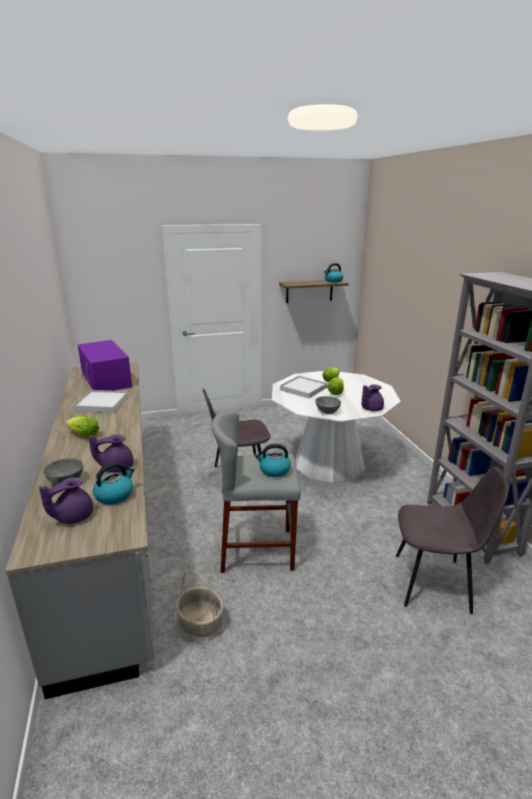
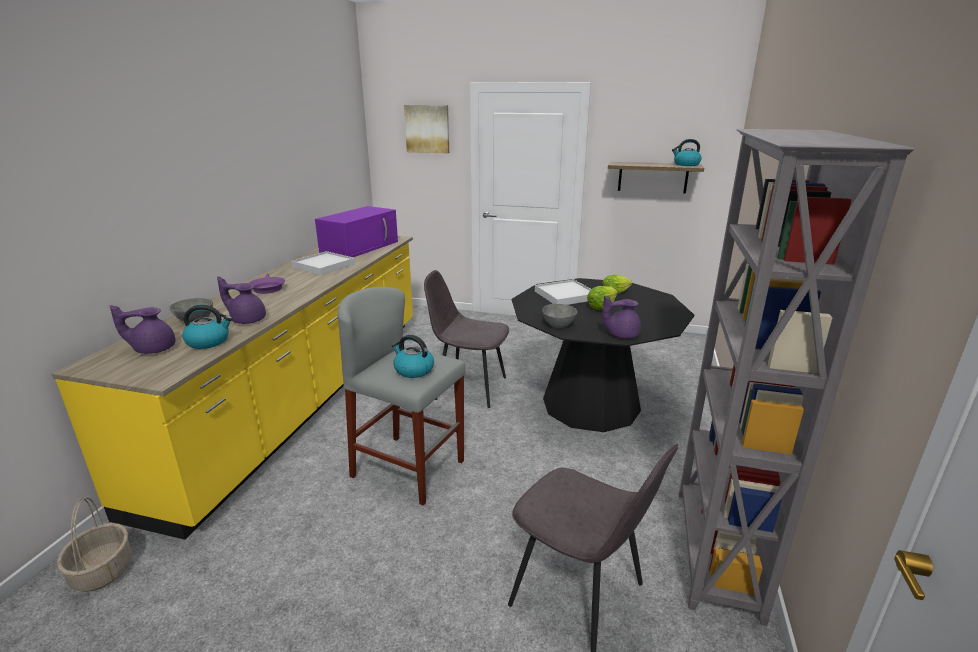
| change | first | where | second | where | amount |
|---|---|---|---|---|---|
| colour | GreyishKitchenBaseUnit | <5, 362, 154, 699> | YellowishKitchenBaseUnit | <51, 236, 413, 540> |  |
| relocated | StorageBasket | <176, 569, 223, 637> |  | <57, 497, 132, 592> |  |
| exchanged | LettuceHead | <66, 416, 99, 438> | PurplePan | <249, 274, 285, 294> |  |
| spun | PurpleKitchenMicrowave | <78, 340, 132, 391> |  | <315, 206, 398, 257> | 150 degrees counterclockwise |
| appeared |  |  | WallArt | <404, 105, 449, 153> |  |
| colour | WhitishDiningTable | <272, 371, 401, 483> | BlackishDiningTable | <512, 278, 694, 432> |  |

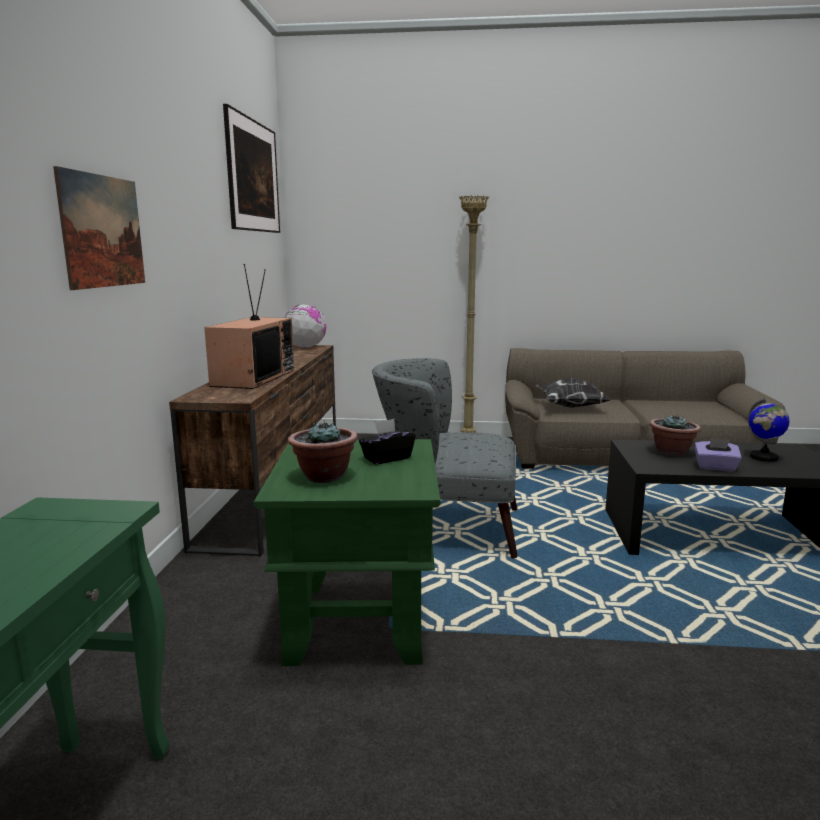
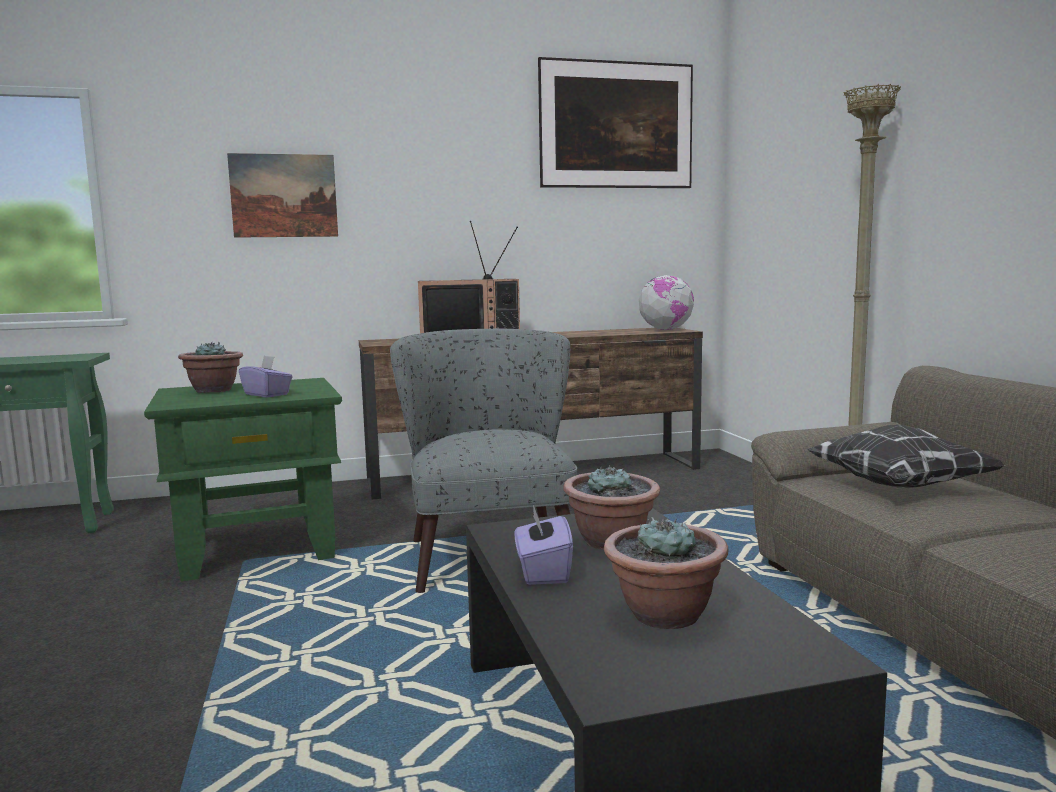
| change | first | where | second | where | amount |
|---|---|---|---|---|---|
| colour | BlackishTissueBox | <359, 419, 416, 464> | PurpleTissueBox | <239, 356, 293, 397> |  |
| exchanged | DeskGlobe | <748, 398, 790, 462> | PottedPlant | <604, 517, 728, 629> |  |

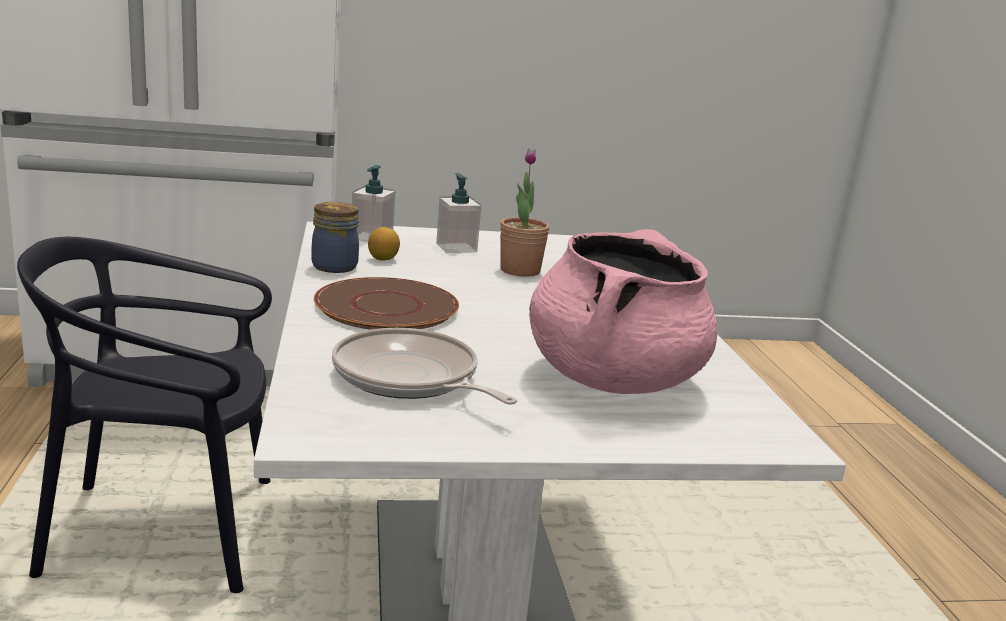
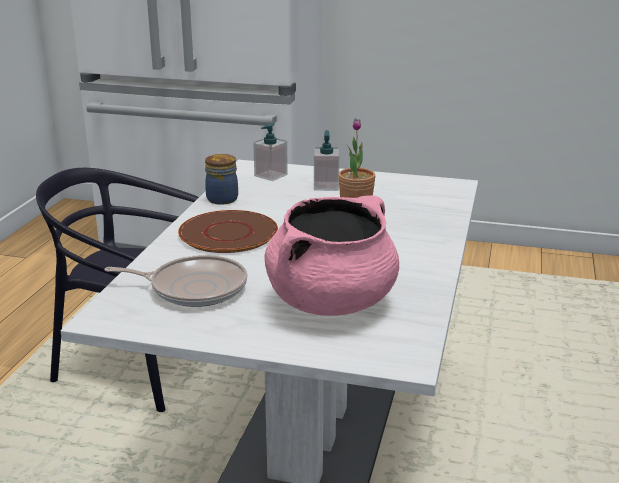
| change | first | where | second | where | amount |
|---|---|---|---|---|---|
| spun | Pan | <332, 328, 517, 405> |  | <105, 255, 248, 307> | 120 degrees clockwise |
| missing | Lemon | <368, 227, 400, 261> |  |  |  |

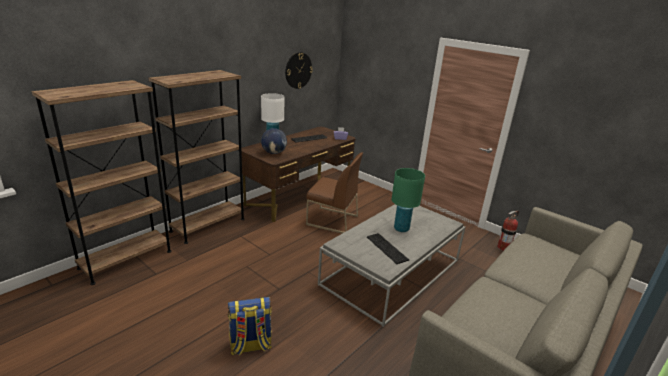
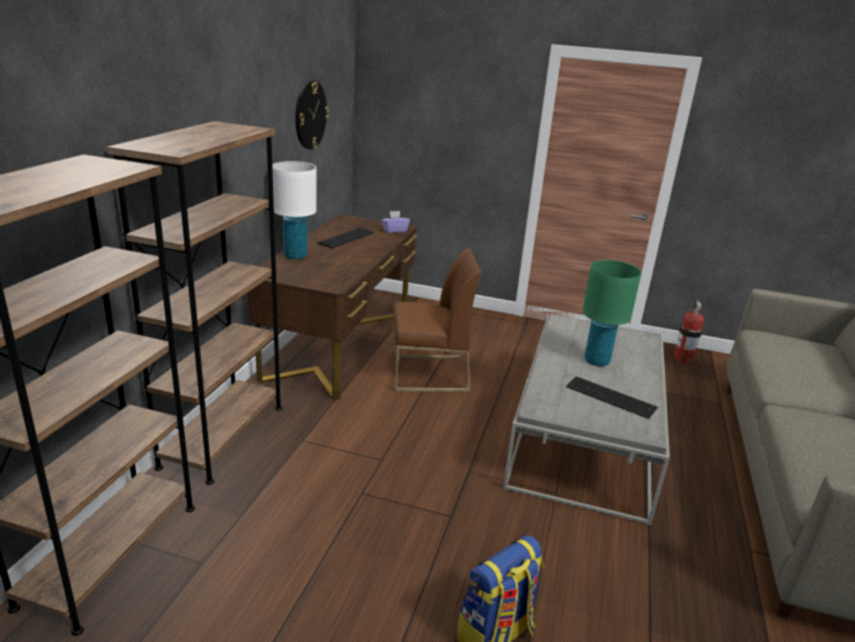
| change | first | where | second | where | amount |
|---|---|---|---|---|---|
| missing | DeskGlobe | <261, 128, 287, 154> |  |  |  |

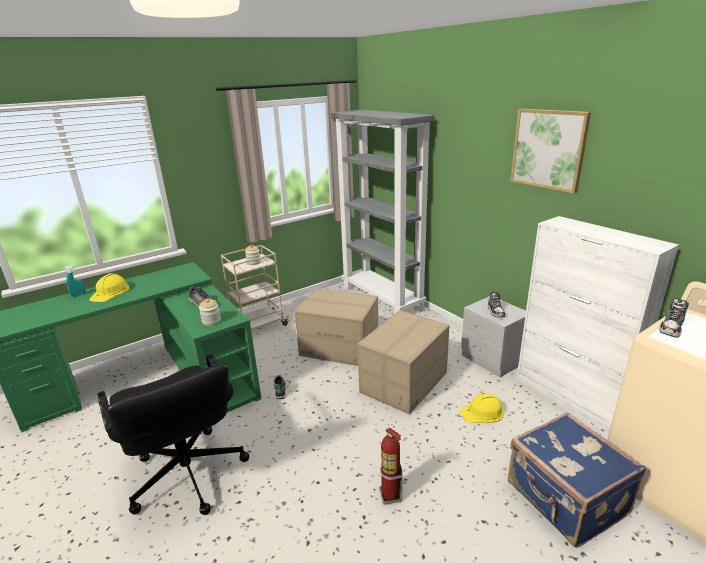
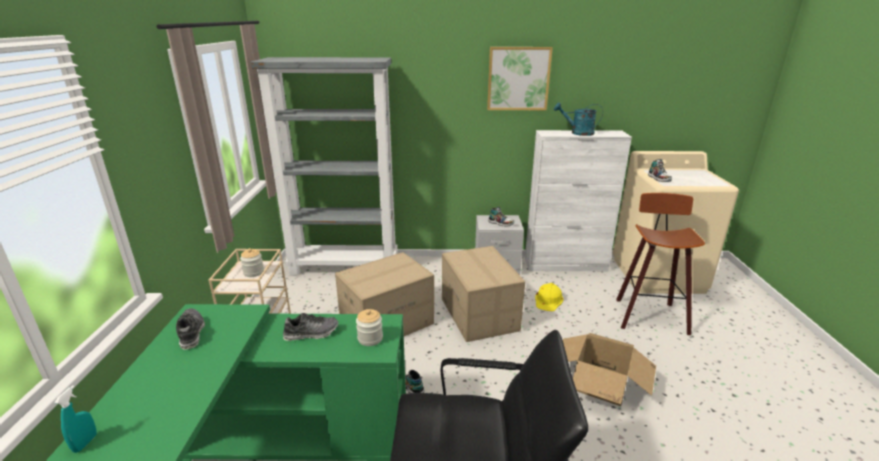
| change | first | where | second | where | amount |
|---|---|---|---|---|---|
| appeared |  |  | Shoe | <176, 308, 205, 349> |  |
| appeared |  |  | BlueGreenWateringCan | <554, 102, 603, 136> |  |
| exchanged | FireExtinguisher | <379, 428, 403, 505> | Carton | <563, 333, 656, 406> |  |
| exchanged | BlueSuitcase | <508, 412, 646, 548> | SittingStool | <616, 193, 705, 335> |  |
| missing | YellowishWorkHelmet | <89, 273, 129, 302> |  |  |  |

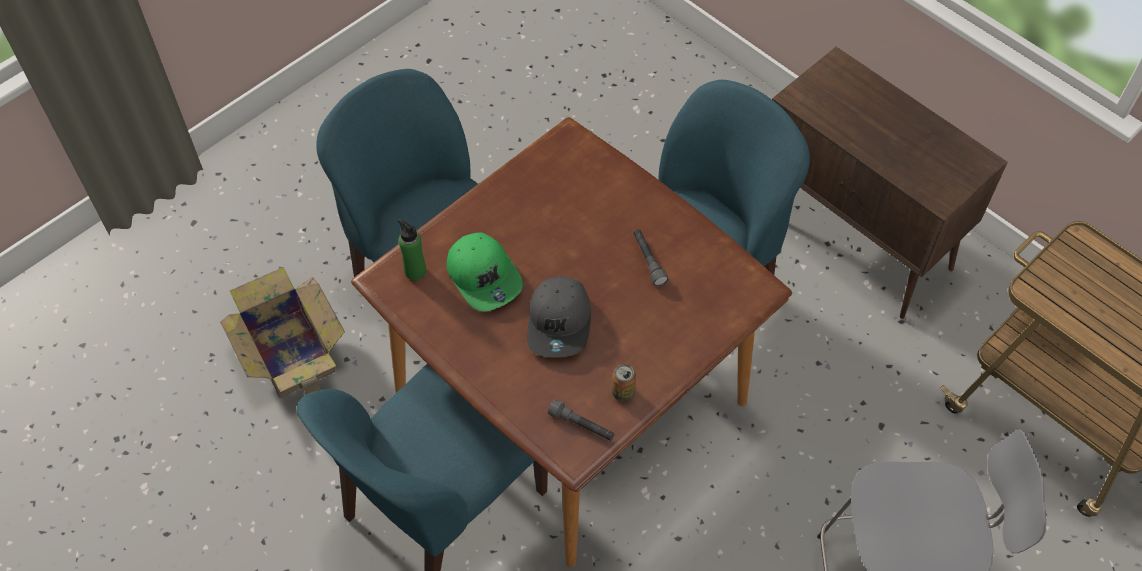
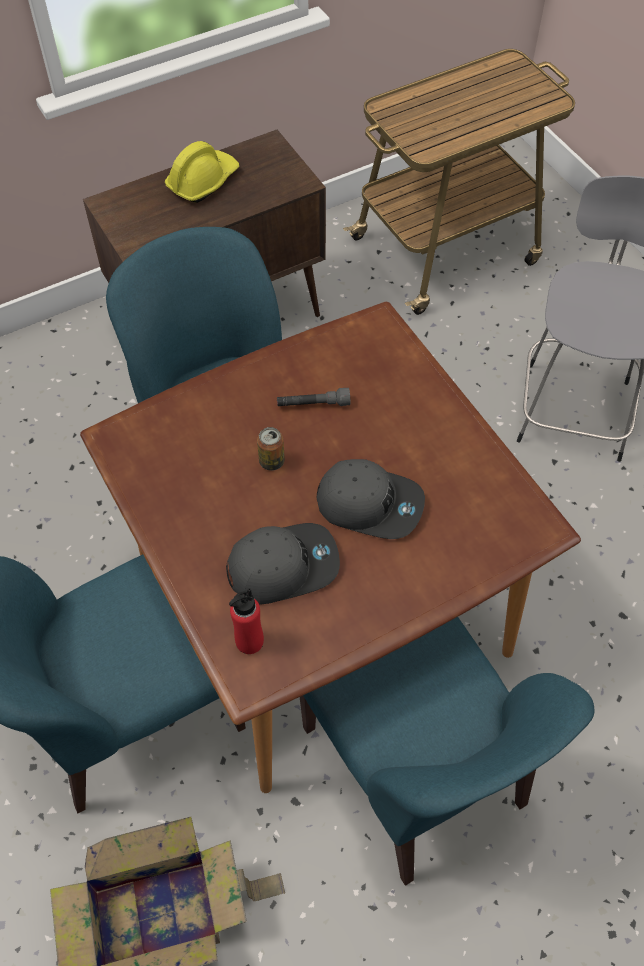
| change | first | where | second | where | amount |
|---|---|---|---|---|---|
| appeared |  |  | YellowishWorkHelmet | <165, 141, 239, 203> |  |
| colour | GreenBaseballCap | <447, 232, 523, 312> | GreyishBaseballCap | <226, 523, 340, 605> |  |
| colour | GreenDrinkBottle | <397, 219, 426, 280> | ReddishDrinkBottle | <229, 588, 264, 654> |  |
| relocated | Can | <612, 364, 636, 402> |  | <257, 427, 285, 471> |  |
| missing | GreyishTorch | <548, 399, 614, 441> |  |  |  |

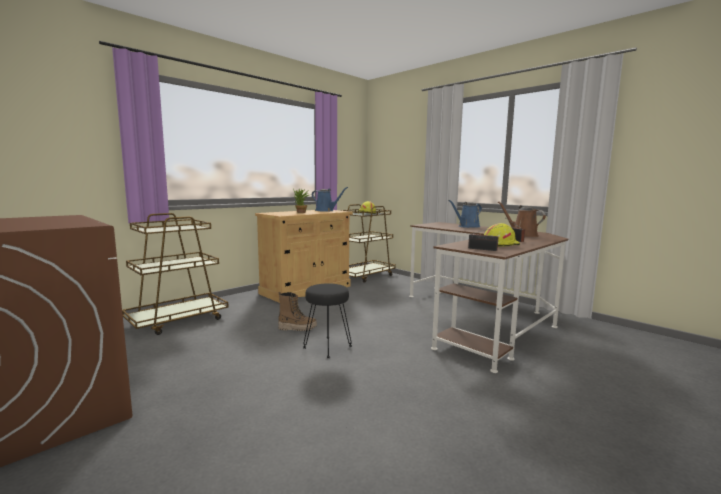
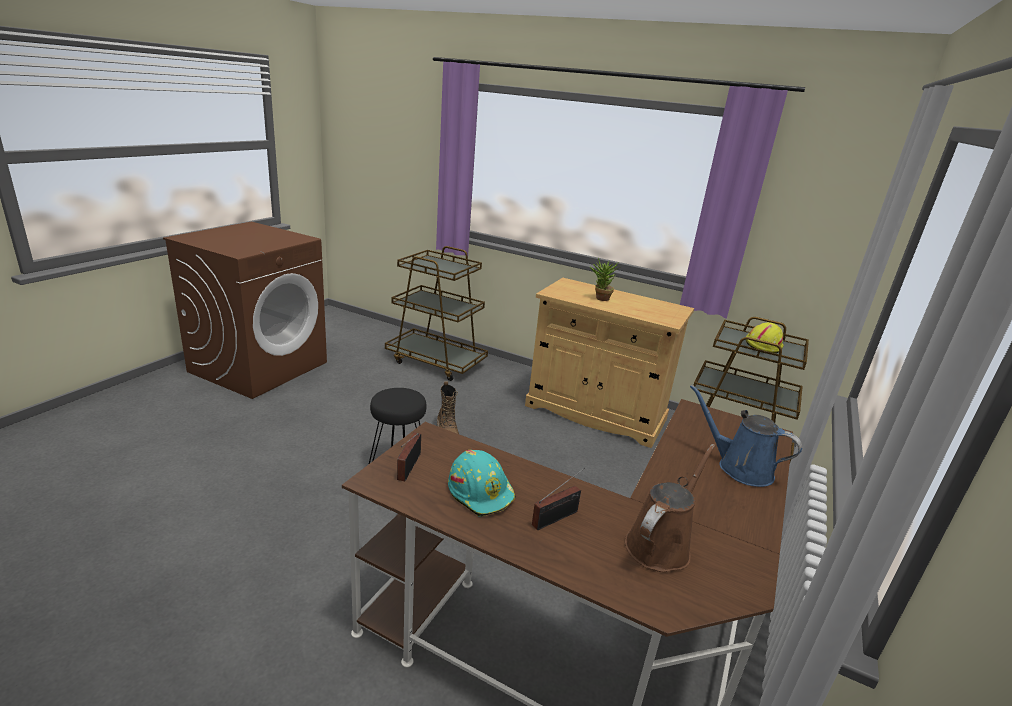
| change | first | where | second | where | amount |
|---|---|---|---|---|---|
| colour | YellowishWorkHelmet | <484, 223, 520, 247> | BlueGreenWorkHelmet | <448, 450, 516, 517> |  |
| missing | BlueWateringCan | <312, 187, 348, 212> |  |  |  |

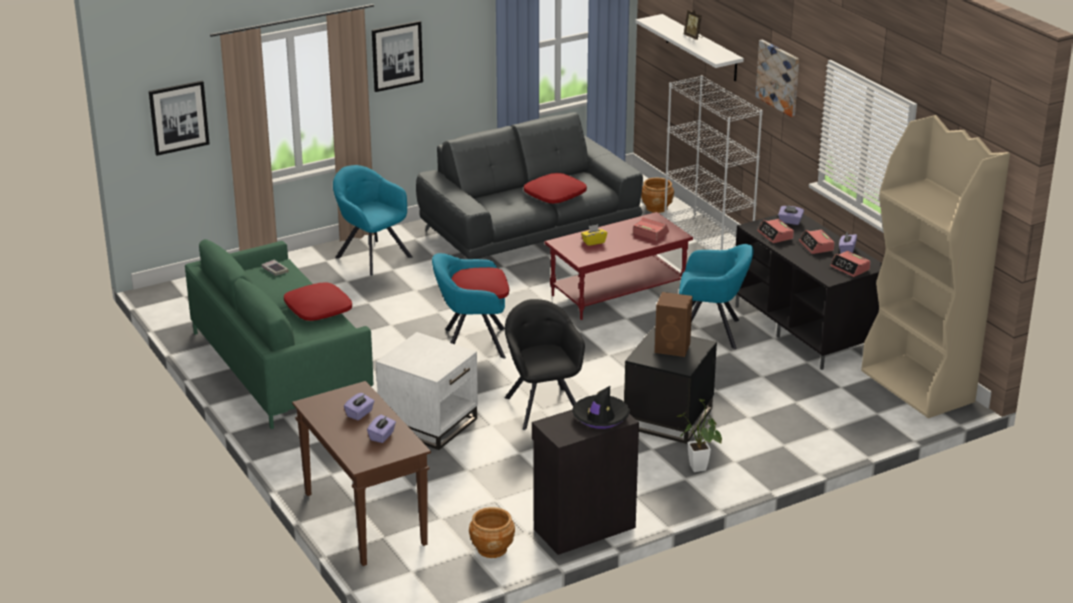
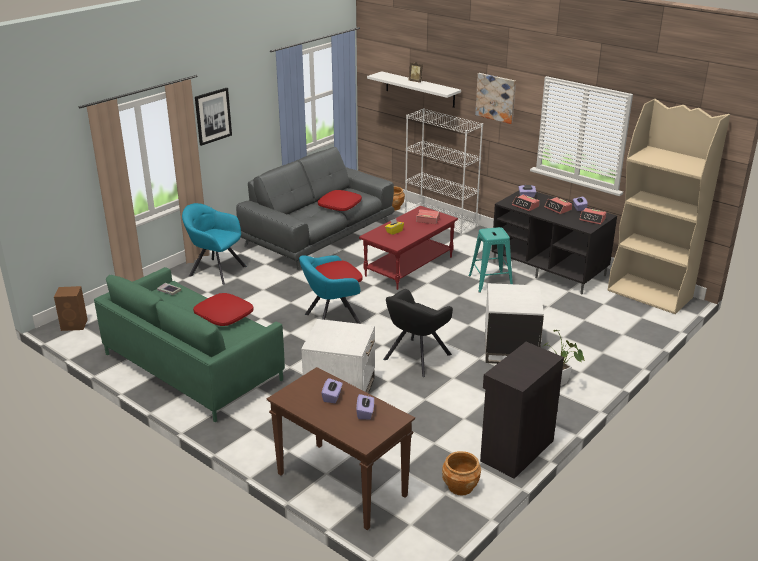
| change | first | where | second | where | amount |
|---|---|---|---|---|---|
| relocated | BrownishSpeaker | <655, 292, 693, 357> |  | <54, 286, 88, 331> |  |
| spun | BlackishEasyChair | <505, 299, 585, 430> |  | <383, 289, 453, 377> | 105 degrees counterclockwise |
| exchanged | BlueGreenEasyChair | <679, 244, 754, 349> | BlueGreenSittingStool | <468, 227, 513, 293> |  |
| colour | BlackishAccentTable | <624, 327, 717, 444> | WhitishAccentTable | <485, 283, 544, 364> |  |
| missing | WallArt | <149, 81, 210, 156> |  |  |  |
| missing | BlackishHat | <572, 386, 630, 429> |  |  |  |

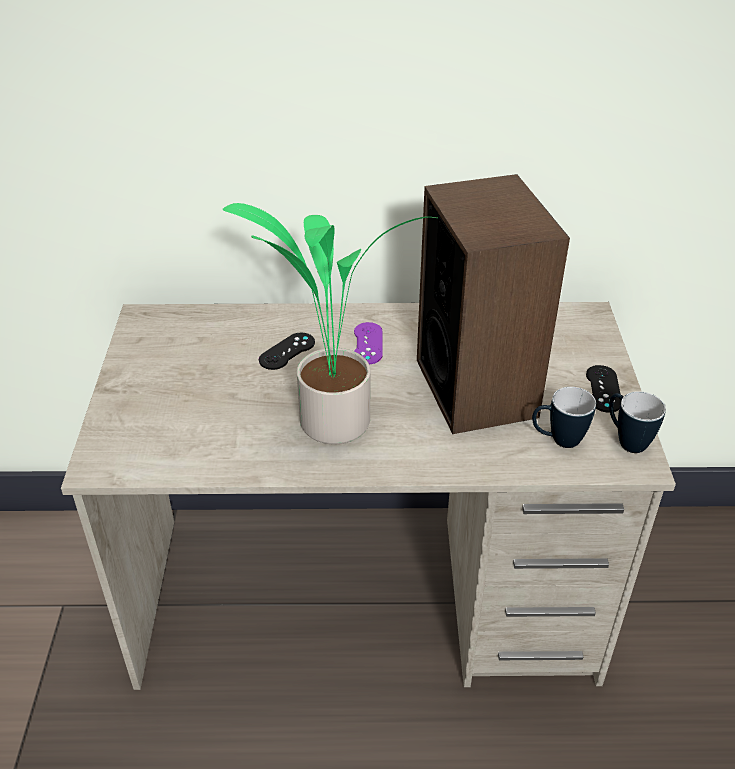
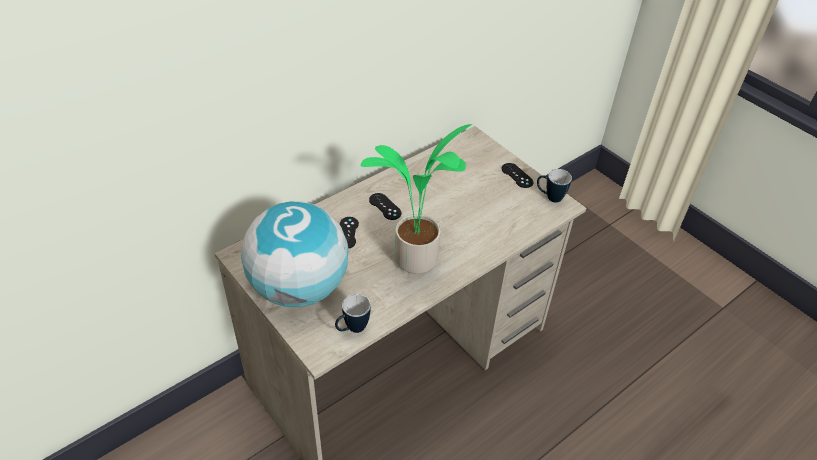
| change | first | where | second | where | amount |
|---|---|---|---|---|---|
| appeared |  |  | DeskGlobe | <241, 201, 349, 307> |  |
| relocated | TeaMug | <532, 387, 596, 448> |  | <335, 294, 371, 333> |  |
| colour | PurpleGameController | <354, 322, 383, 364> | BlackishGameController | <369, 193, 402, 220> |  |
| missing | Speaker | <417, 174, 570, 434> |  |  |  |

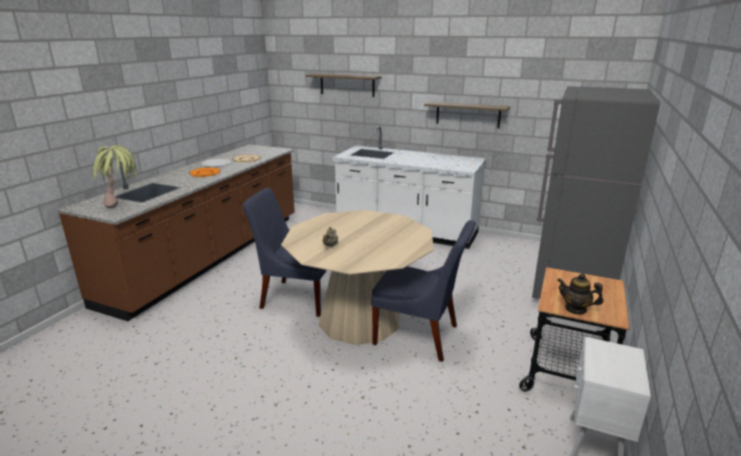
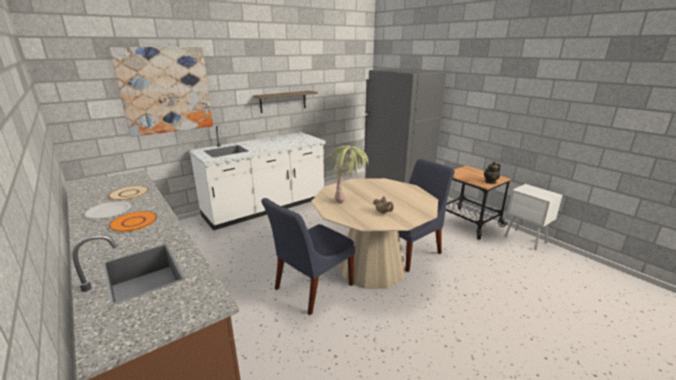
| change | first | where | second | where | amount |
|---|---|---|---|---|---|
| exchanged | WallShelf | <306, 73, 382, 97> | WallArt | <109, 47, 213, 137> |  |
| relocated | PottedPlant | <90, 145, 138, 208> |  | <331, 145, 369, 203> |  |

